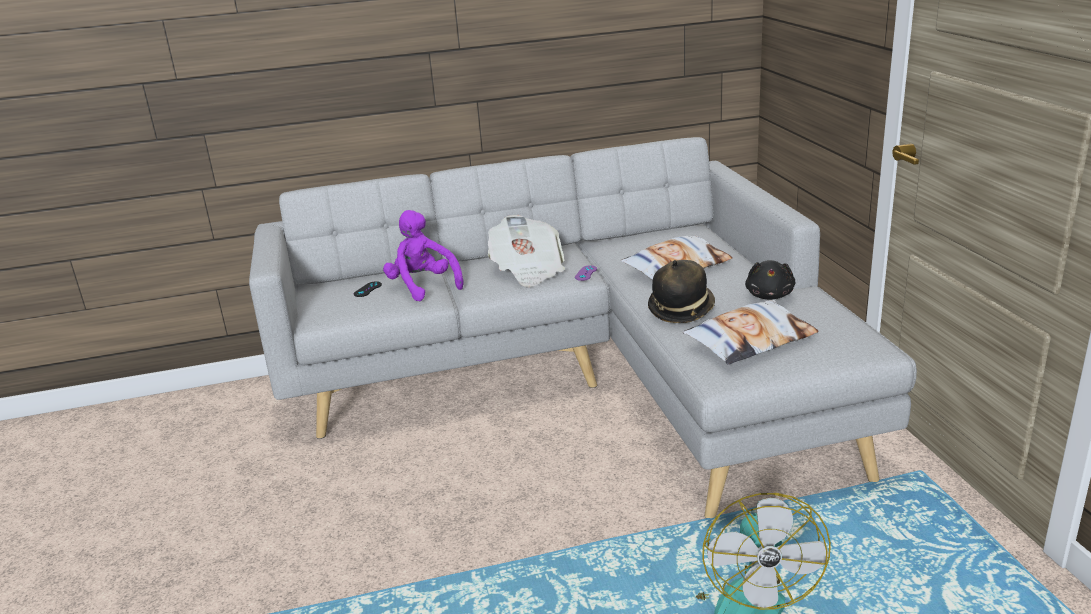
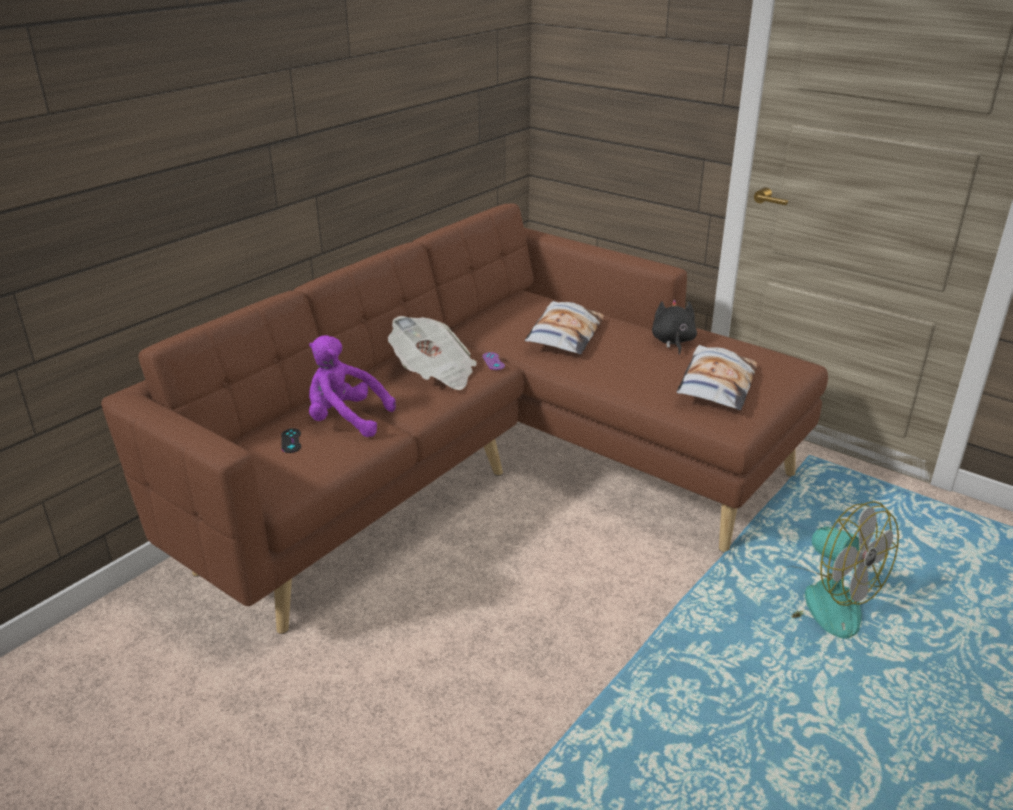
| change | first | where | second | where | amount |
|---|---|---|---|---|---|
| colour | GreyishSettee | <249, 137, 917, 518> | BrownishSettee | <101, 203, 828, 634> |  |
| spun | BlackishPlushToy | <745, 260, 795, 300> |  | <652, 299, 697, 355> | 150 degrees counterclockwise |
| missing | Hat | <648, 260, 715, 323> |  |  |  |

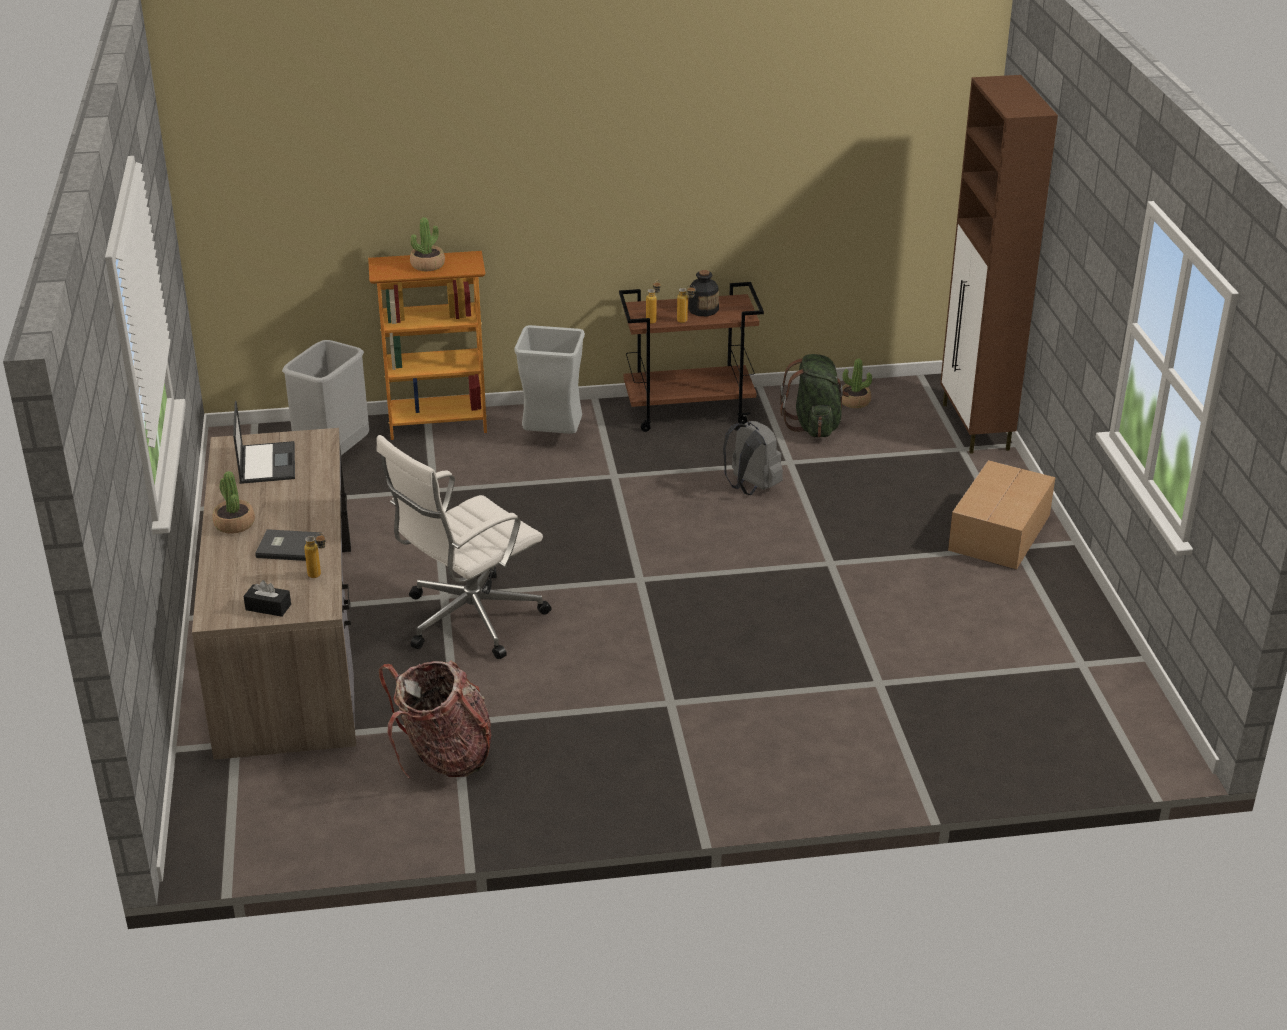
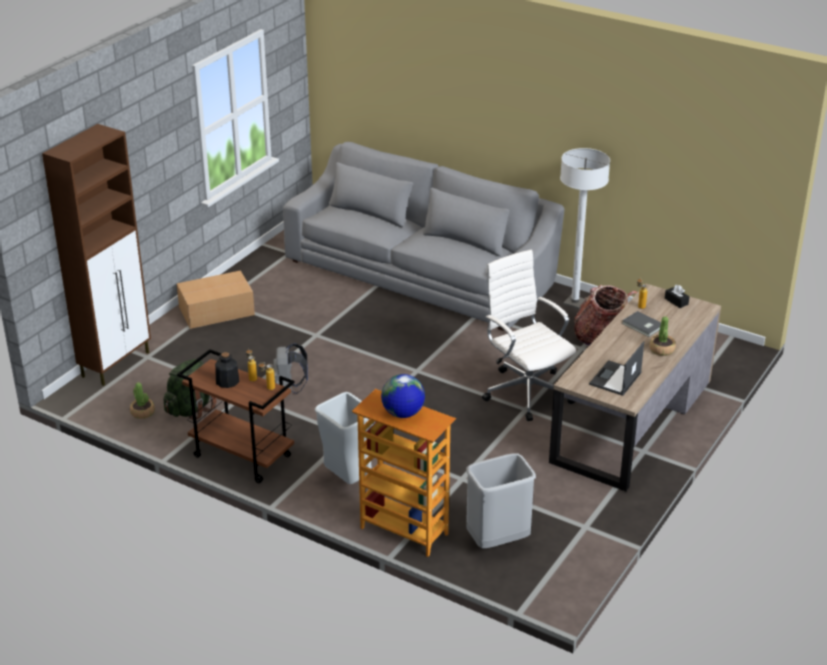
| change | first | where | second | where | amount |
|---|---|---|---|---|---|
| appeared |  |  | GreyishSettee | <283, 142, 564, 331> |  |
| exchanged | PottedPlant | <410, 217, 445, 271> | DeskGlobe | <381, 374, 425, 418> |  |
| spun | WhitishDeskChair | <376, 435, 552, 659> |  | <482, 250, 576, 421> | 120 degrees counterclockwise |
| appeared |  |  | WhitishStandardLamp | <560, 148, 610, 309> |  |

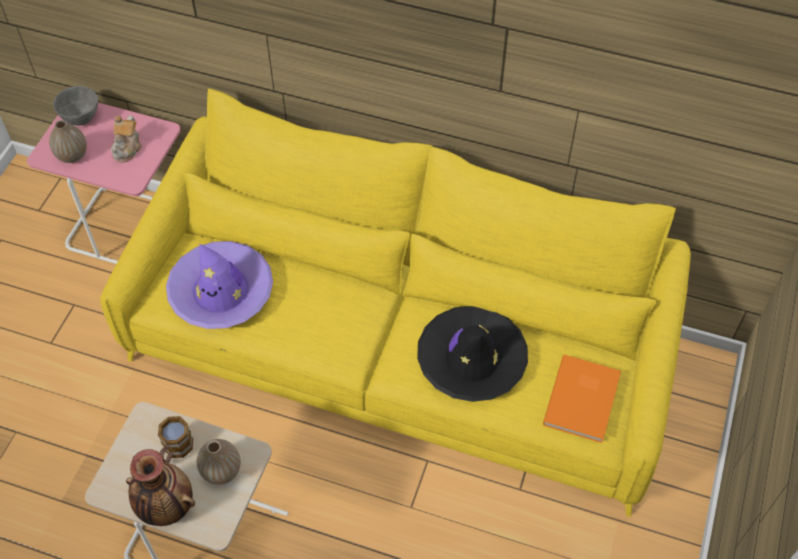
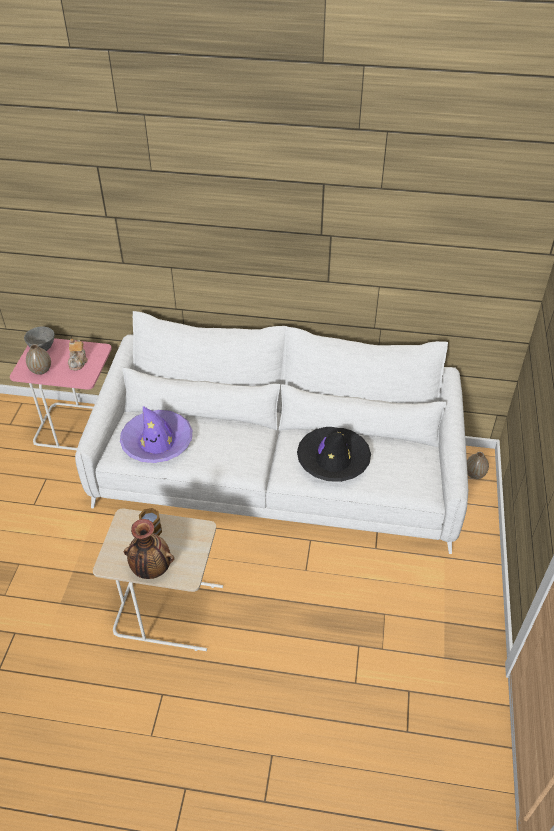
| change | first | where | second | where | amount |
|---|---|---|---|---|---|
| colour | YellowishSettee | <100, 88, 691, 517> | WhitishSettee | <75, 311, 468, 554> |  |
| relocated | DecorativeVase | <197, 439, 241, 485> |  | <467, 452, 489, 479> |  |
| missing | OrangeColouredBoundBook | <543, 354, 621, 443> |  |  |  |

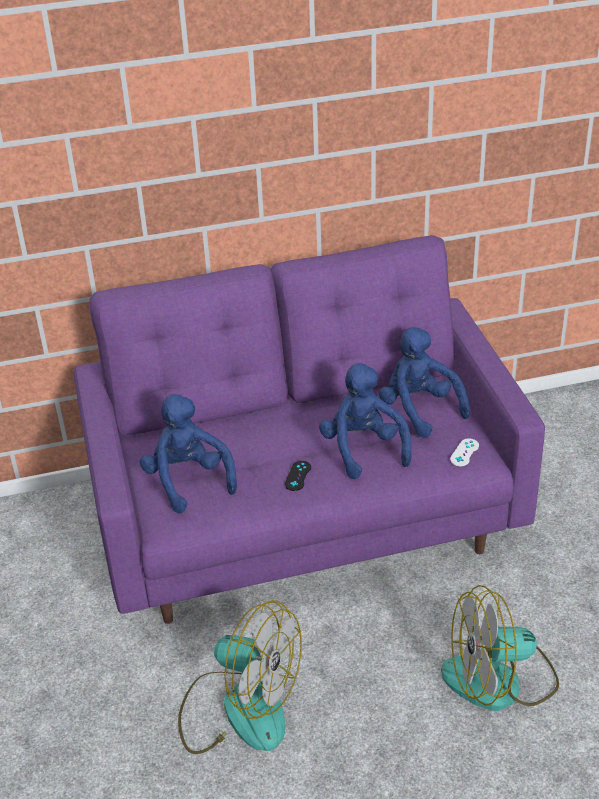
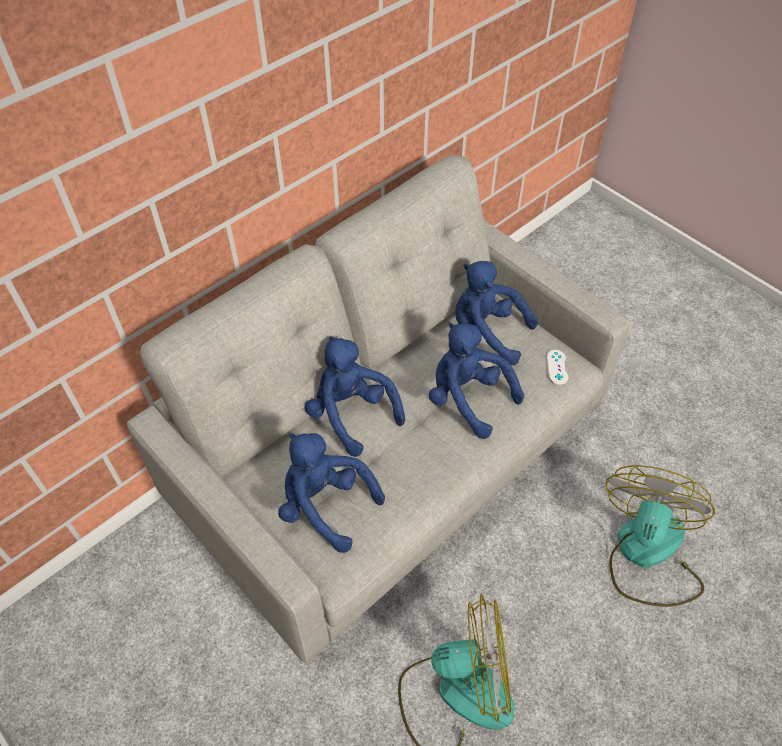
| change | first | where | second | where | amount |
|---|---|---|---|---|---|
| colour | PurpleSettee | <74, 235, 545, 624> | GreyishSettee | <127, 155, 630, 663> |  |
| appeared |  |  | BluePlushToy | <305, 336, 405, 457> |  |
| spun | ElectricFan | <441, 585, 559, 711> |  | <605, 465, 715, 607> | 150 degrees clockwise |
| missing | BlackishGameController | <285, 461, 311, 491> |  |  |  |

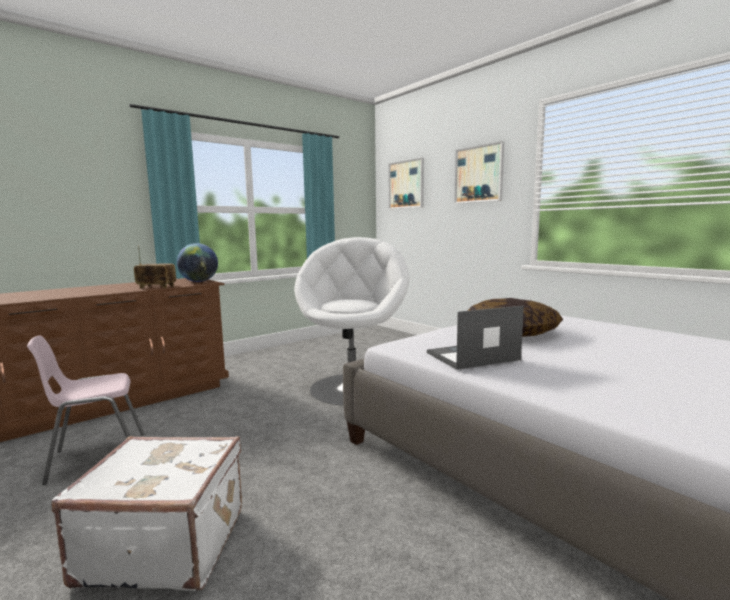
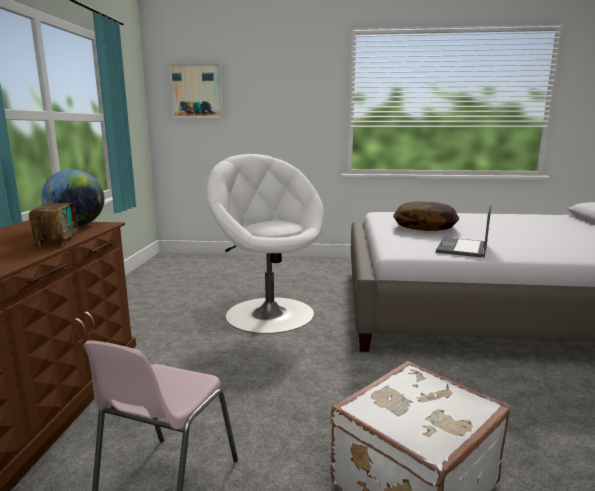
| change | first | where | second | where | amount |
|---|---|---|---|---|---|
| spun | RadioReceiver | <134, 246, 176, 288> |  | <29, 175, 78, 247> | 120 degrees clockwise |
| missing | WallArt | <454, 141, 504, 204> |  |  |  |

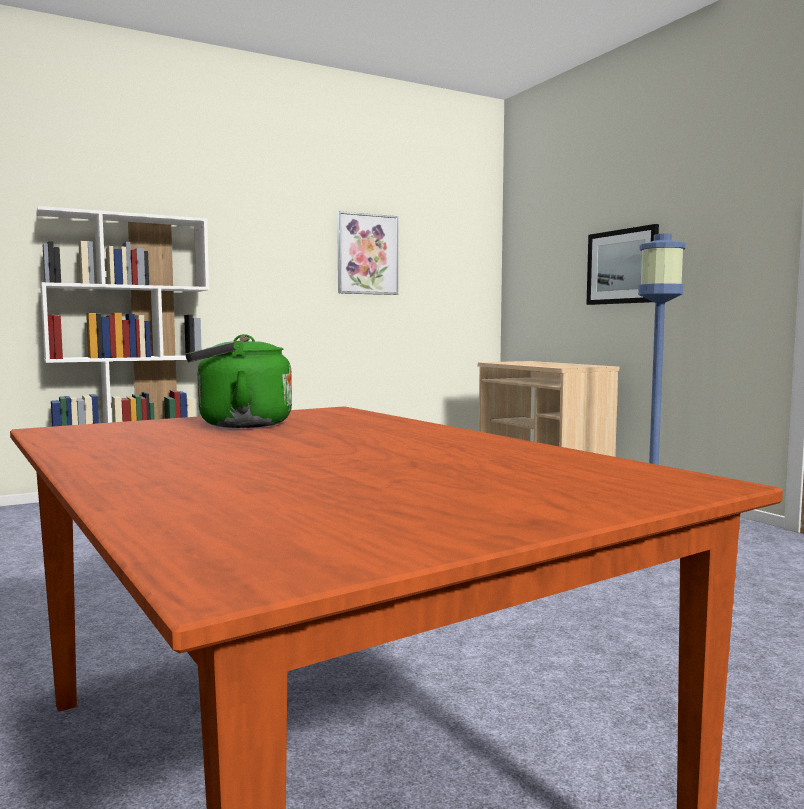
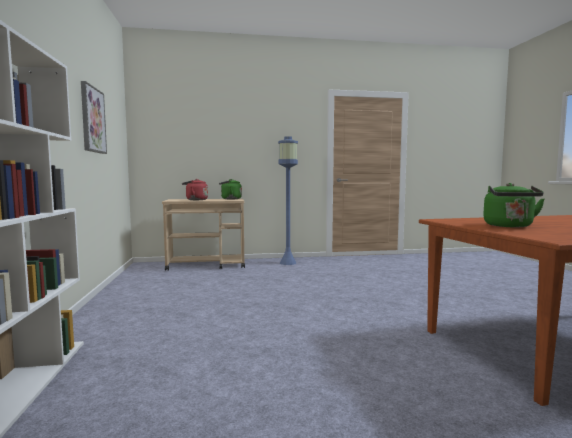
| change | first | where | second | where | amount |
|---|---|---|---|---|---|
| appeared |  |  | ReddishKettle | <182, 179, 208, 200> |  |
| appeared |  |  | GreenKettle | <219, 179, 242, 199> |  |
| missing | WallArt | <586, 224, 659, 305> |  |  |  |

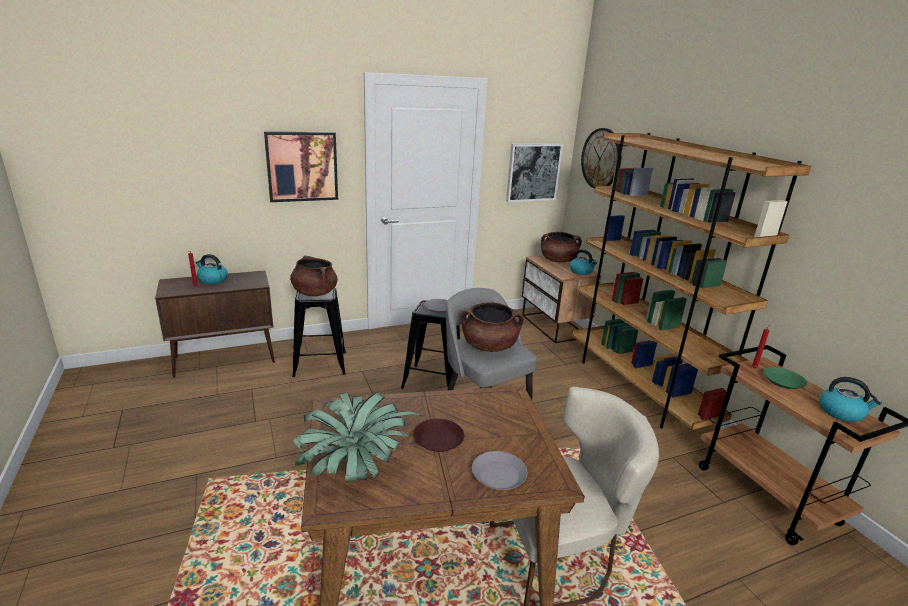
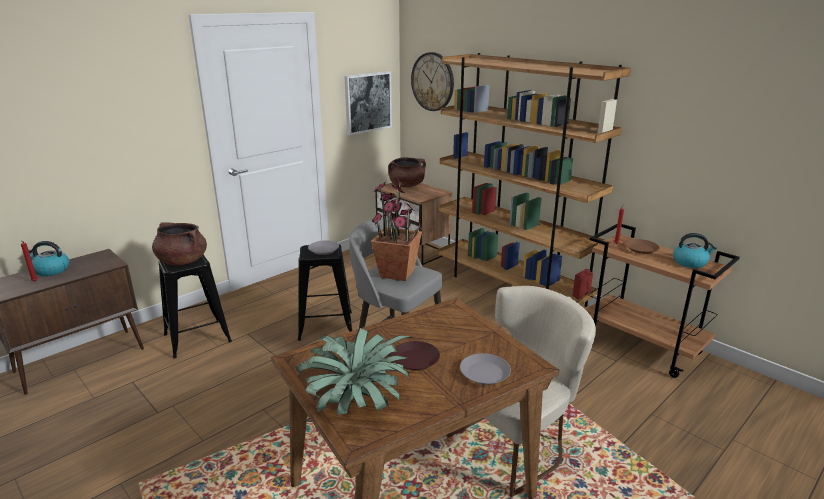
| change | first | where | second | where | amount |
|---|---|---|---|---|---|
| exchanged | BrownishStockpot | <462, 302, 524, 352> | PottedPlant | <371, 177, 423, 281> |  |
| colour | GreenDinnerPlate | <763, 367, 807, 389> | BrownishDinnerPlate | <625, 239, 659, 254> |  |
| missing | WallArt | <264, 131, 338, 202> |  |  |  |
| missing | Kettle | <570, 249, 597, 275> |  |  |  |

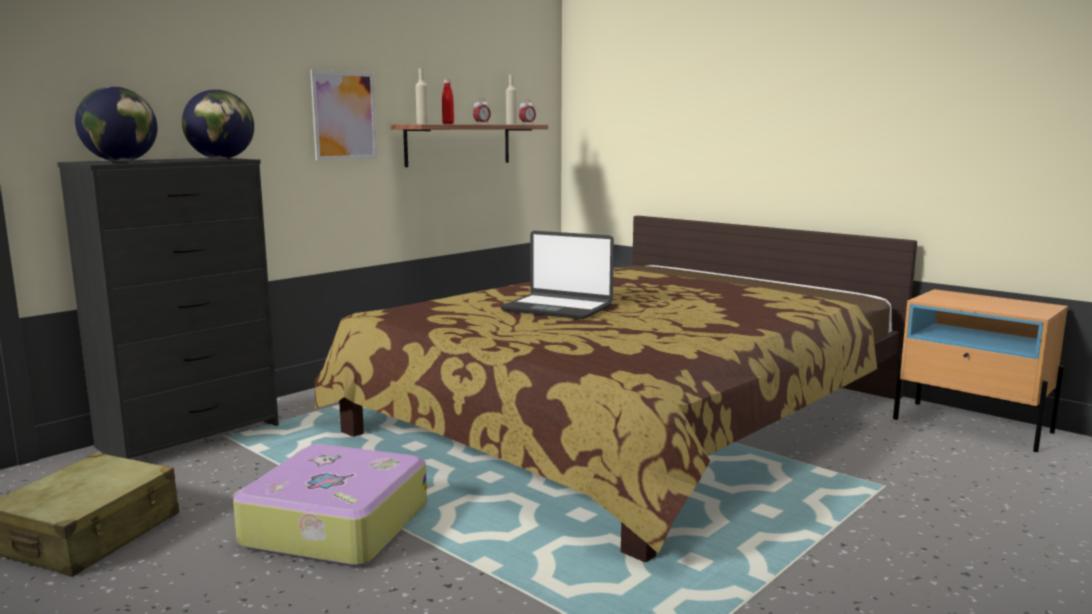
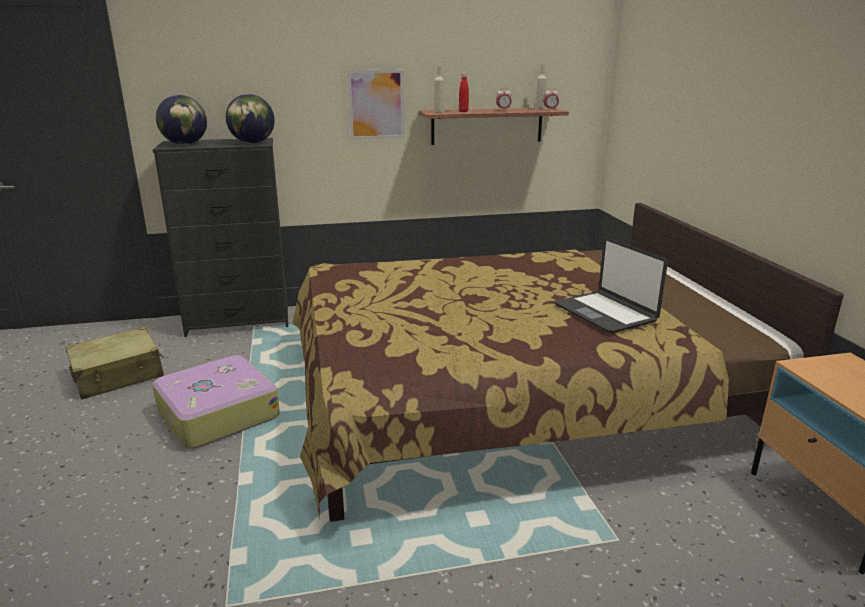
| change | first | where | second | where | amount |
|---|---|---|---|---|---|
| relocated | Laptop | <500, 231, 614, 319> |  | <555, 238, 668, 333> |  |

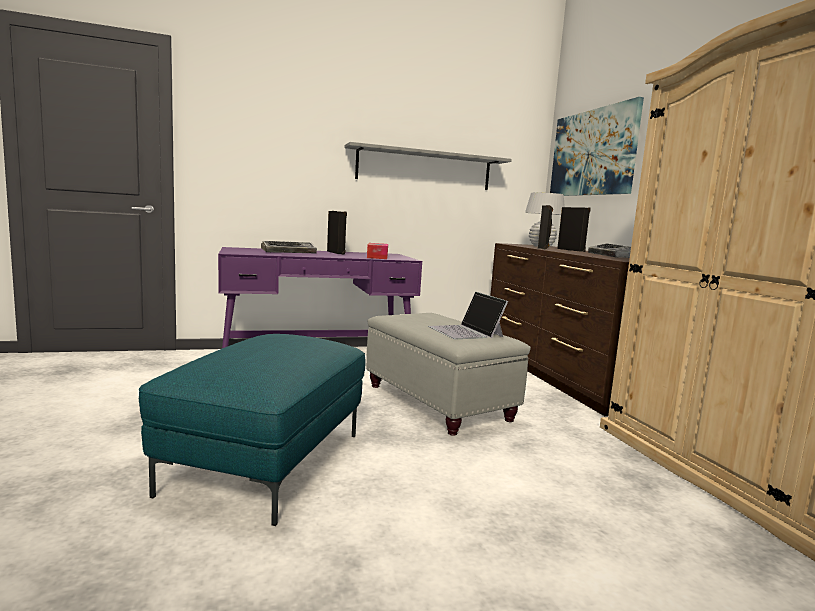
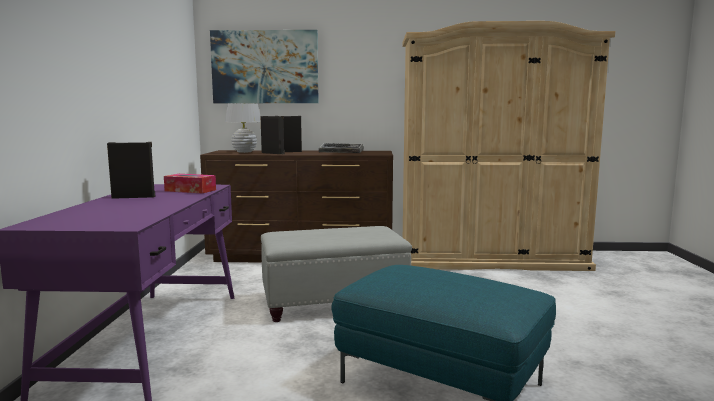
| change | first | where | second | where | amount |
|---|---|---|---|---|---|
| missing | ComputerKeyboard | <261, 241, 317, 254> |  |  |  |
| missing | GreyishWallShelf | <345, 142, 512, 190> |  |  |  |
| missing | Laptop | <428, 291, 508, 339> |  |  |  |

